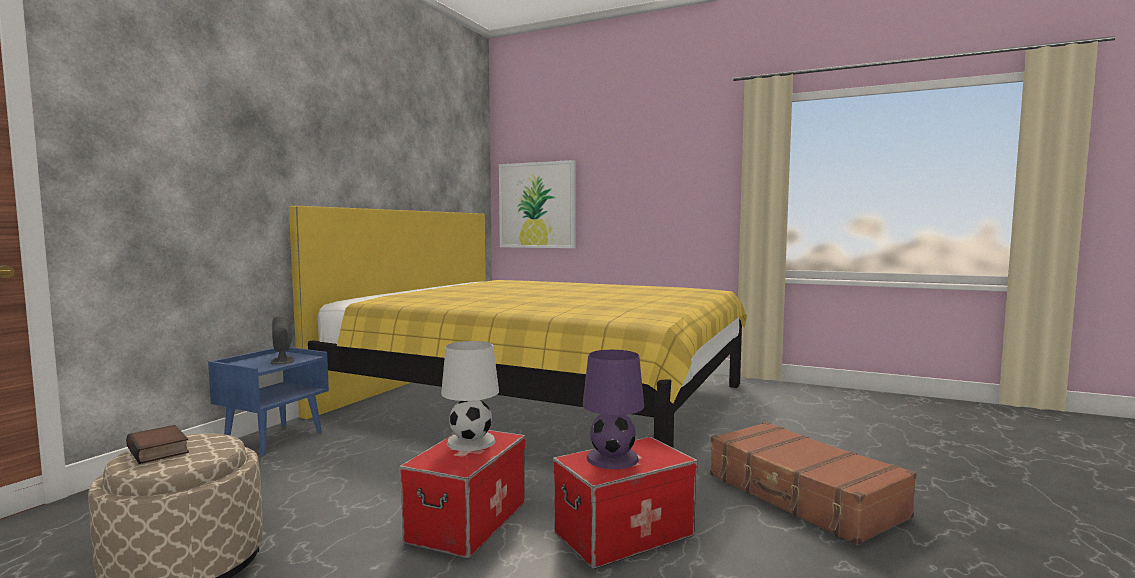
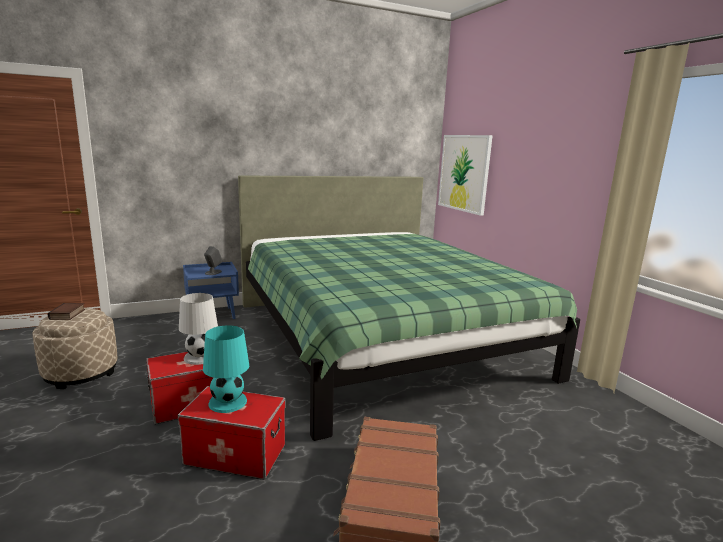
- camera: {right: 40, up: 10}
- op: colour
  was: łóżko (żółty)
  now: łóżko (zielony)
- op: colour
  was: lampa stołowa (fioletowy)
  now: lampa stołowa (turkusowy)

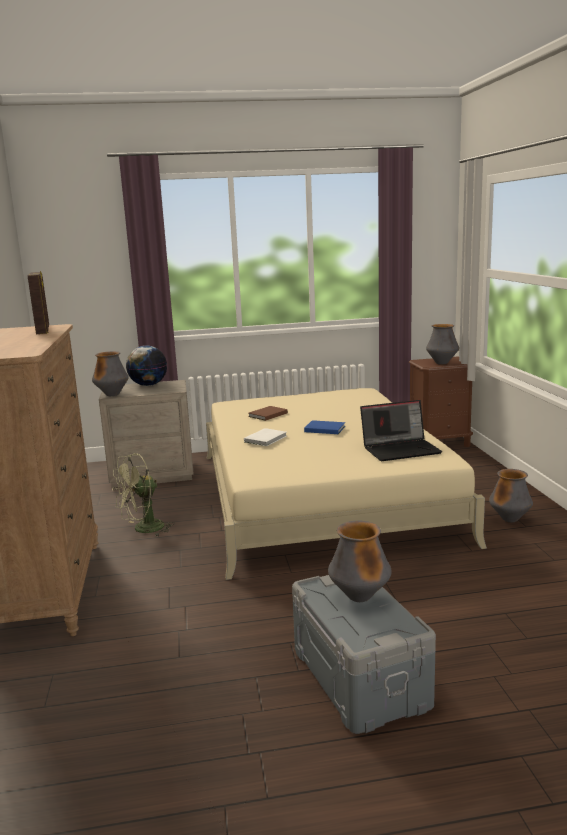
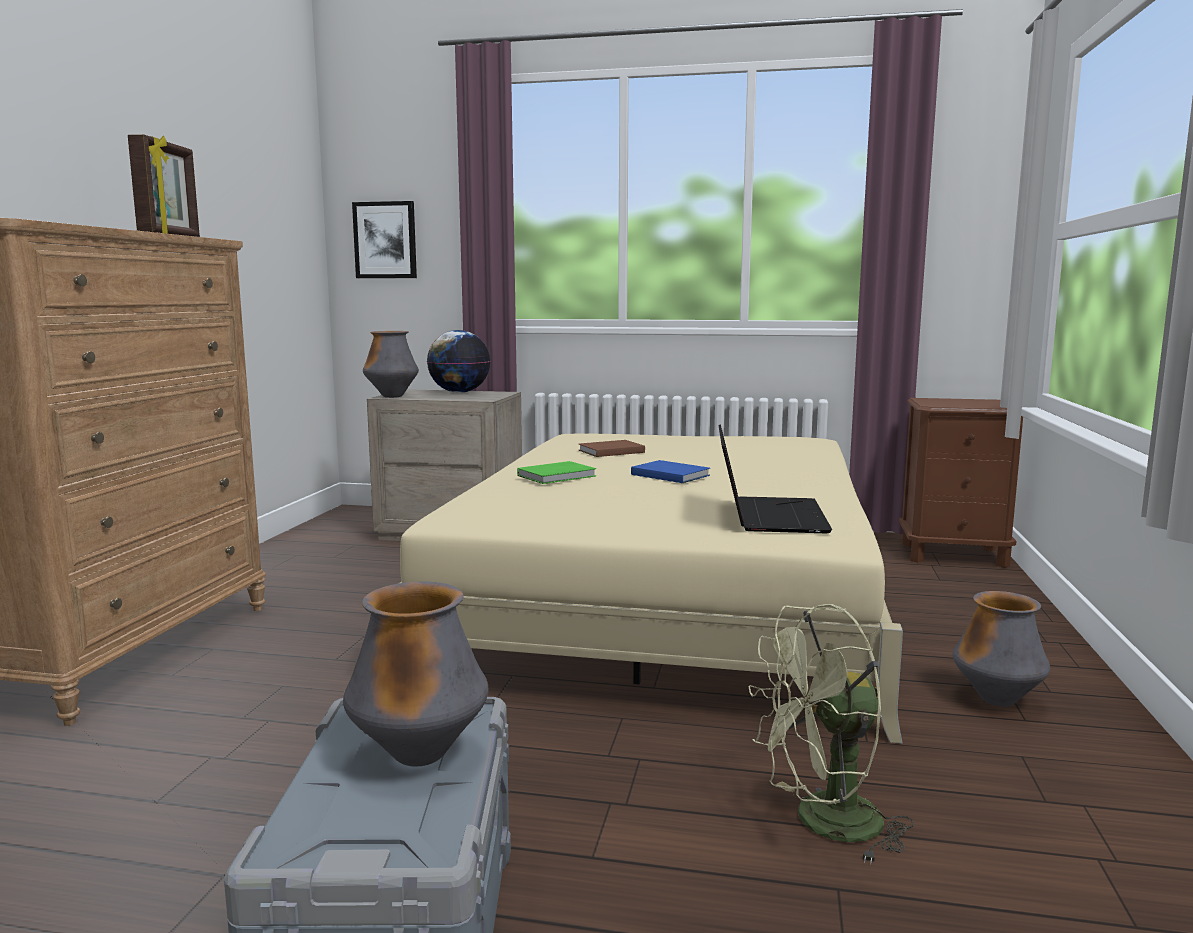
- camera: {right: 20, up: -5}
- op: relocated
  was: wentylator (zielony)
- op: colour
  was: książka (biały)
  now: książka (zielony)
- op: spun
  was: laptop
  clockwise: -90
- op: missing
  was: wazon (no. 3 from left)
- op: appeared
  now: obraz

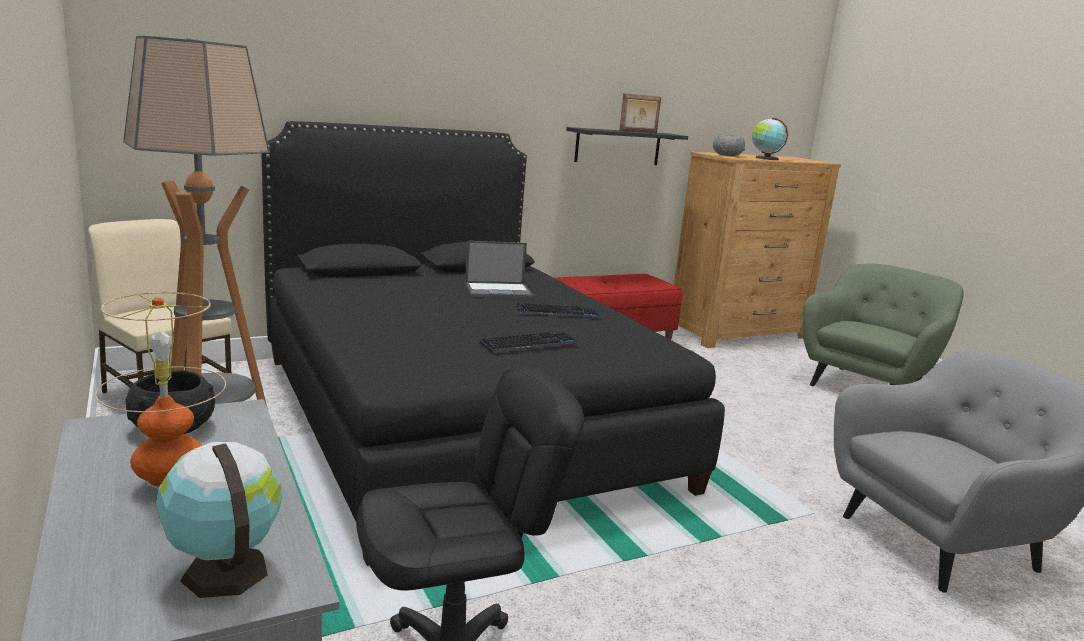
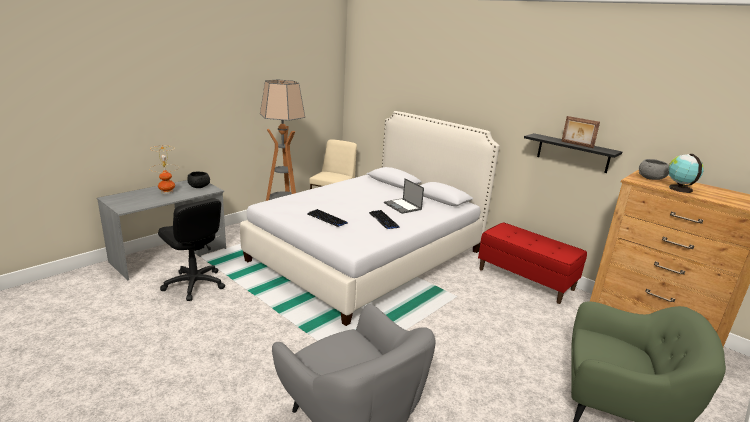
- camera: {right: 70, up: 5}
- op: missing
  was: globus (no. 1 from left)
- op: colour
  was: łóżko (czarny)
  now: łóżko (biały)

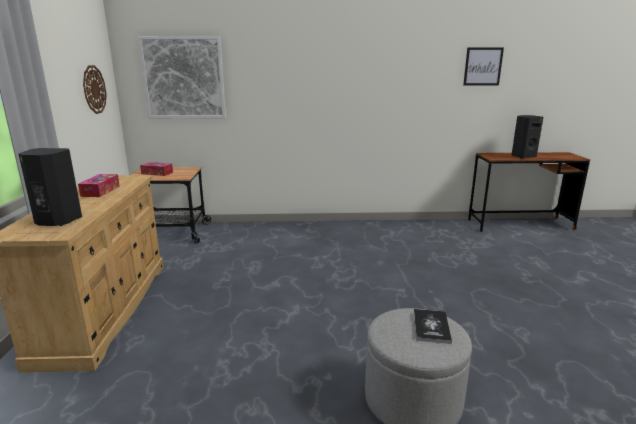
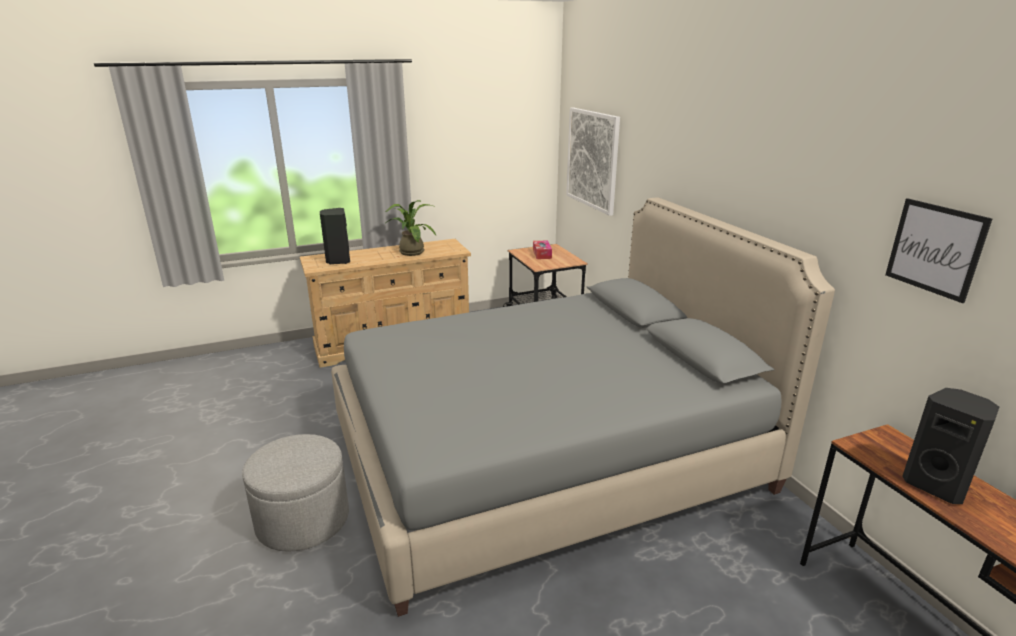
- camera: {right: 70, up: 5}
- op: exchanged
  was: pudełko chusteczek (no. 1 from left)
  now: roślina doniczkowa
- op: missing
  was: zegar ścienny
- op: missing
  was: książka
- op: appeared
  now: łóżko (szary)

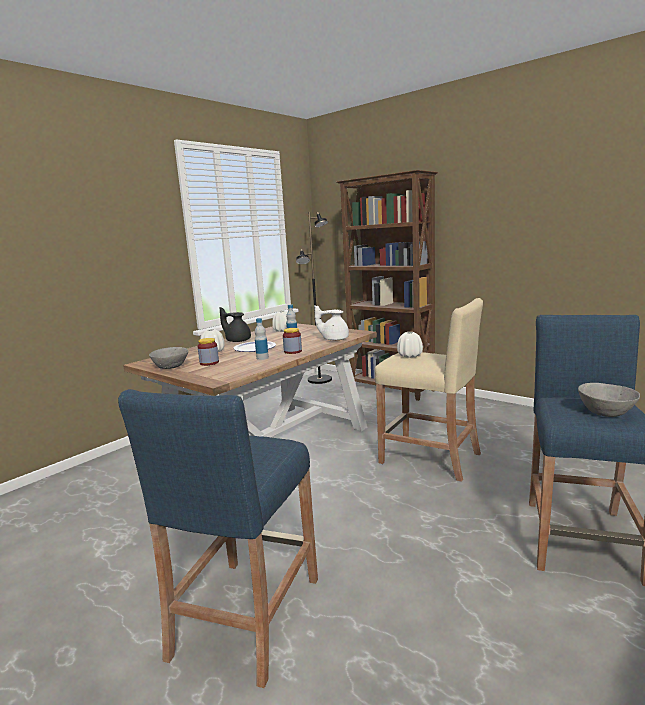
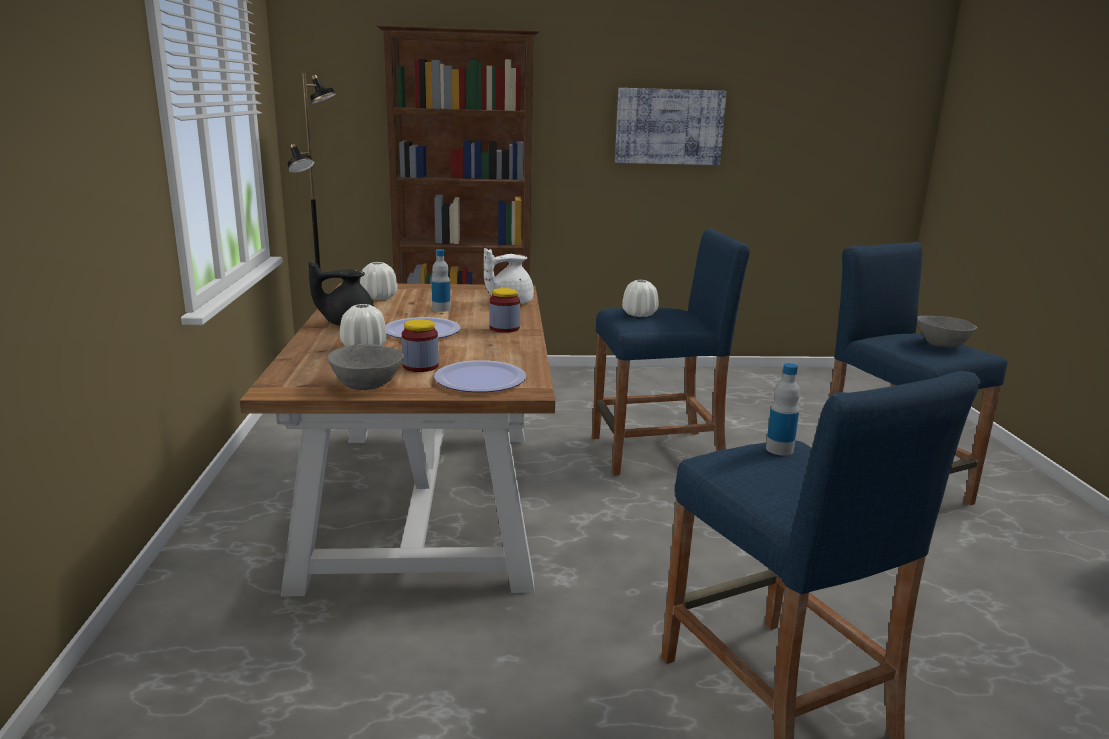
- camera: {right: -45, up: 5}
- op: relocated
  was: butelka (no. 1 from left in the first image)
  now: butelka (no. 2 from left)
- op: colour
  was: stołek (beżowy)
  now: stołek (niebieski) (no. 1 from left)
- op: appeared
  now: talerz (no. 2 from left)
- op: appeared
  now: obraz

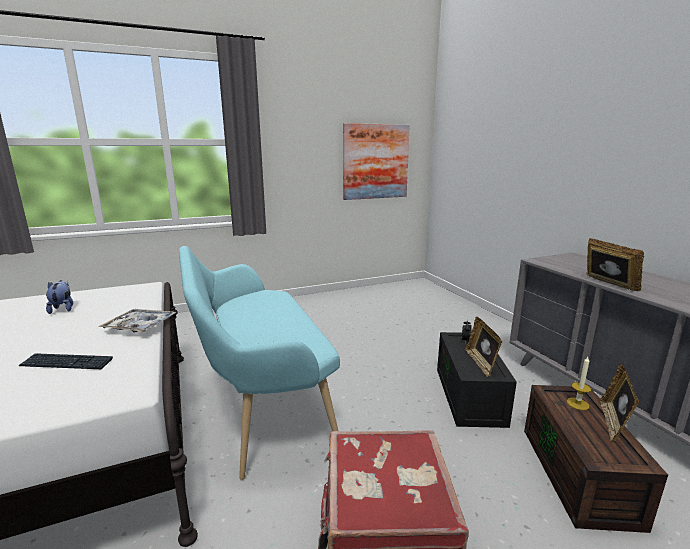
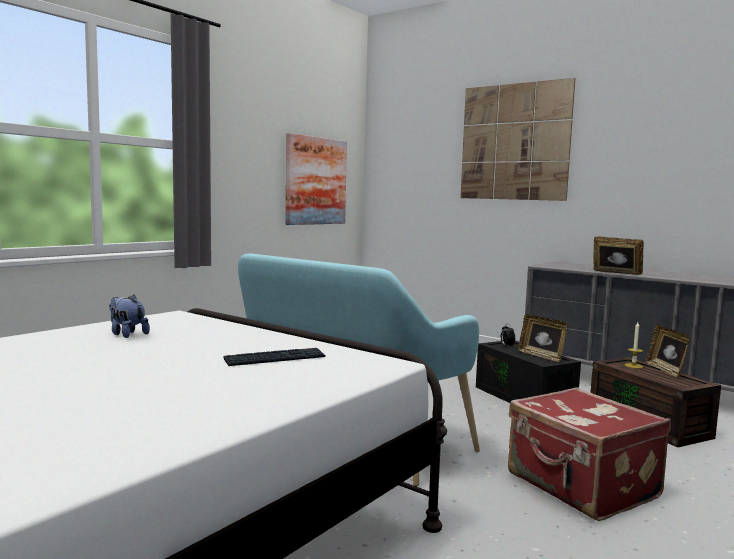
- camera: {right: -30, up: -10}
- op: missing
  was: taca
- op: appeared
  now: obraz (no. 2 from left)

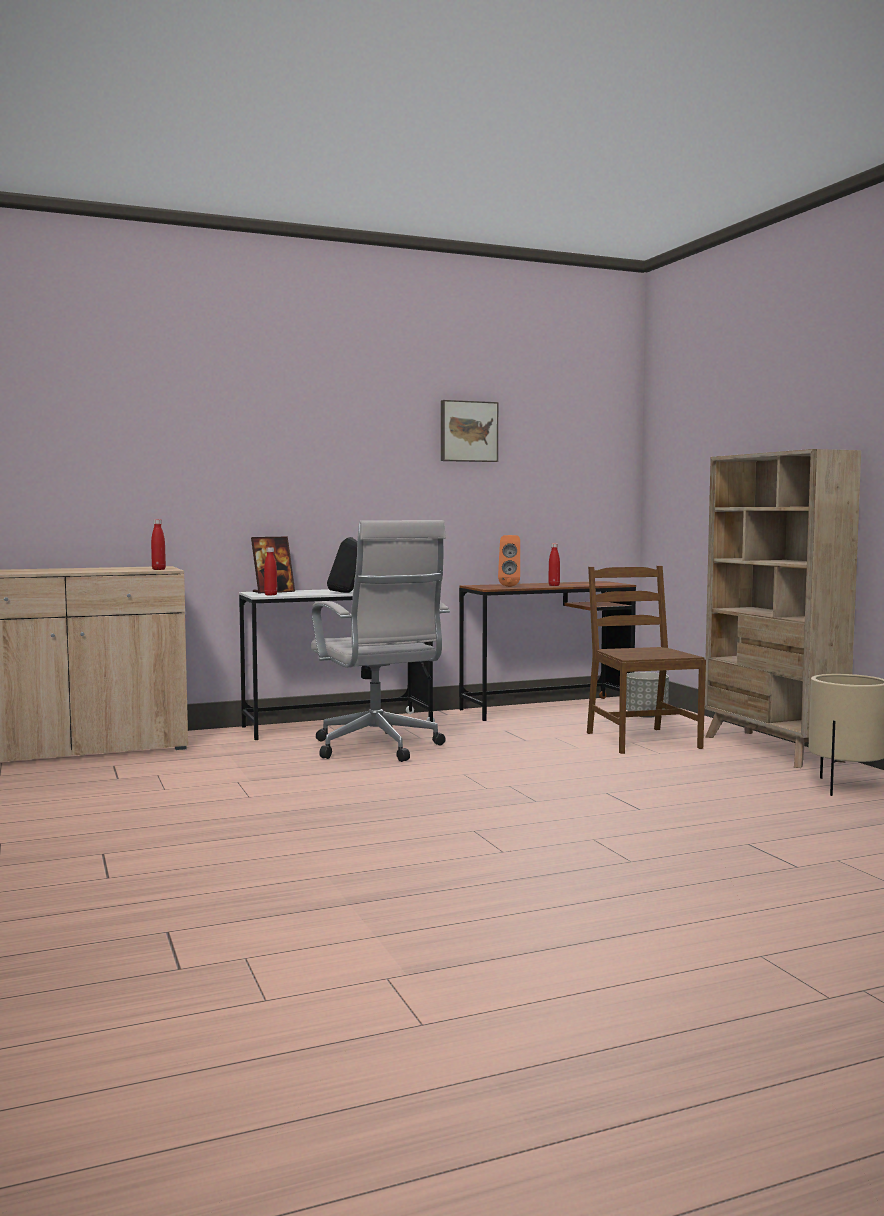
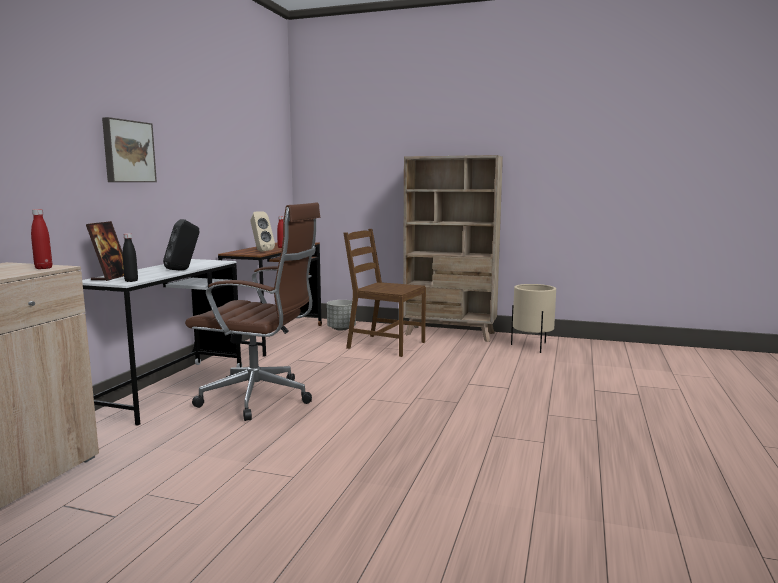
- camera: {right: -50, up: 5}
- op: colour
  was: butelka (czerwony) (no. 2 from left)
  now: butelka (czarny)
- op: colour
  was: krzesło biurowe (biały)
  now: krzesło biurowe (brązowy)
- op: relocated
  was: obraz
- op: colour
  was: głośnik (pomarańczowy)
  now: głośnik (beżowy)

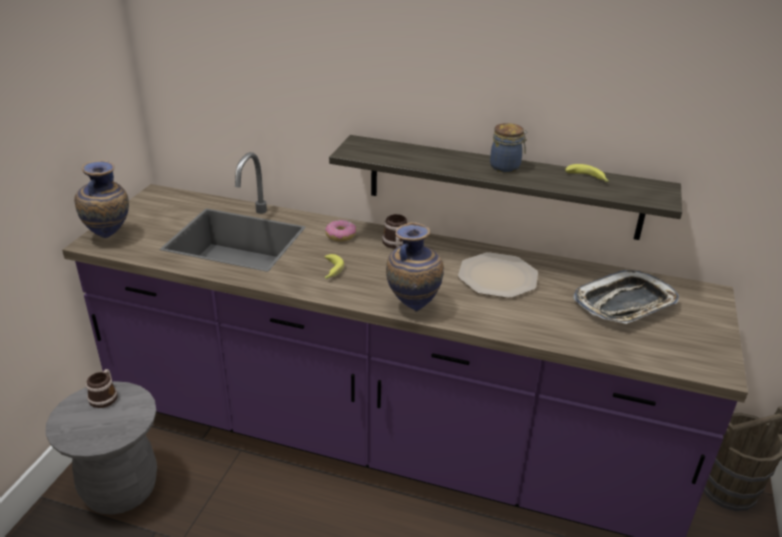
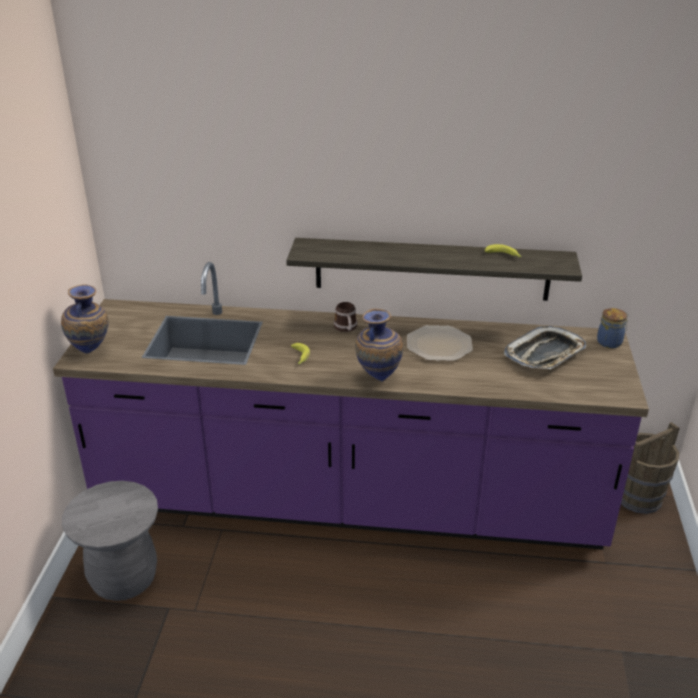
- camera: {right: -10, up: 0}
- op: missing
  was: kubek (no. 1 from left)
- op: missing
  was: donut
- op: relocated
  was: słoik

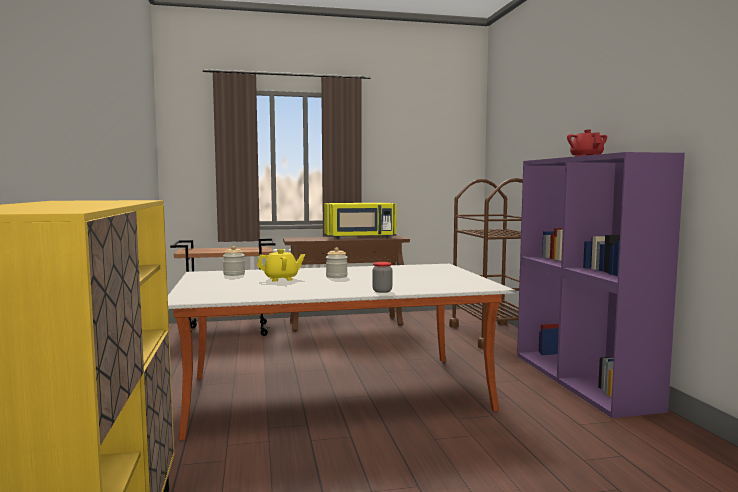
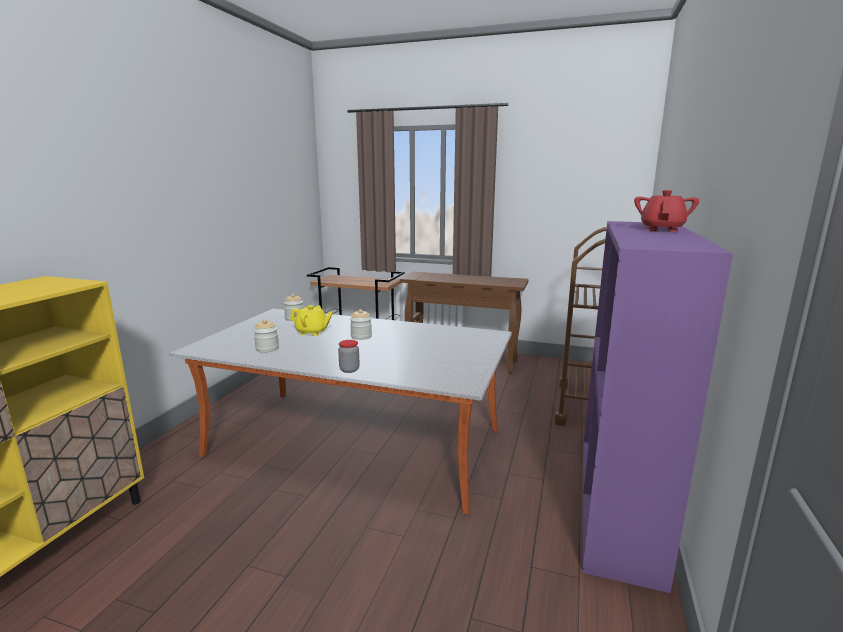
- camera: {right: 30, up: 10}
- op: missing
  was: mikrofalówka (żółty)
- op: appeared
  now: słoik (no. 1 from left)

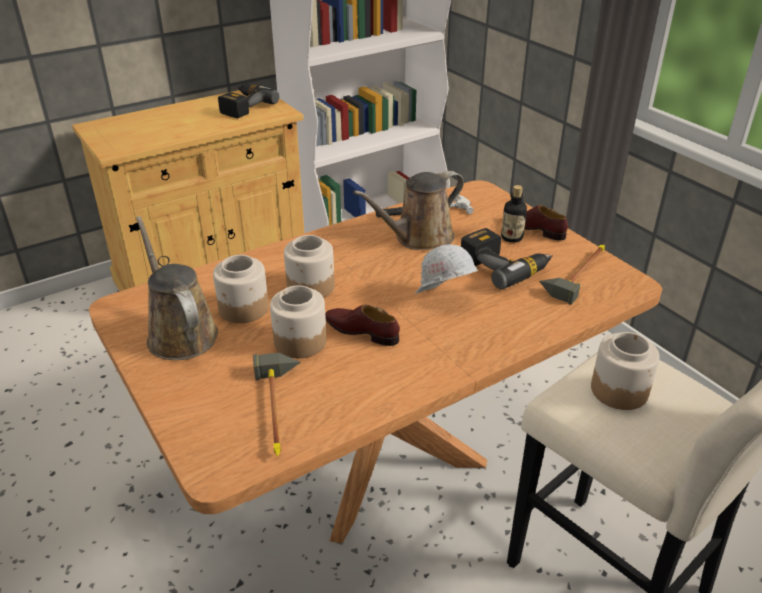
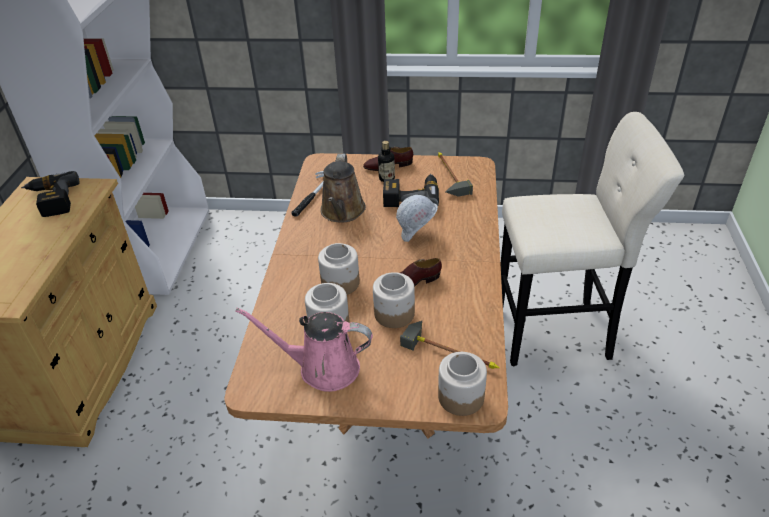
- camera: {right: -50, up: 5}
- op: colour
  was: konewka (brązowy) (no. 1 from left)
  now: konewka (różowy)
- op: relocated
  was: słoik (no. 4 from left)

